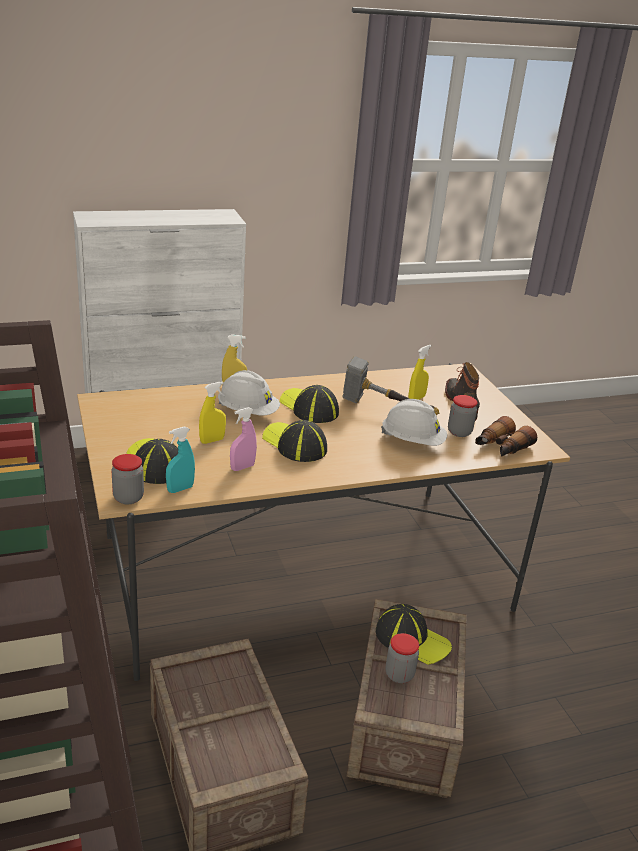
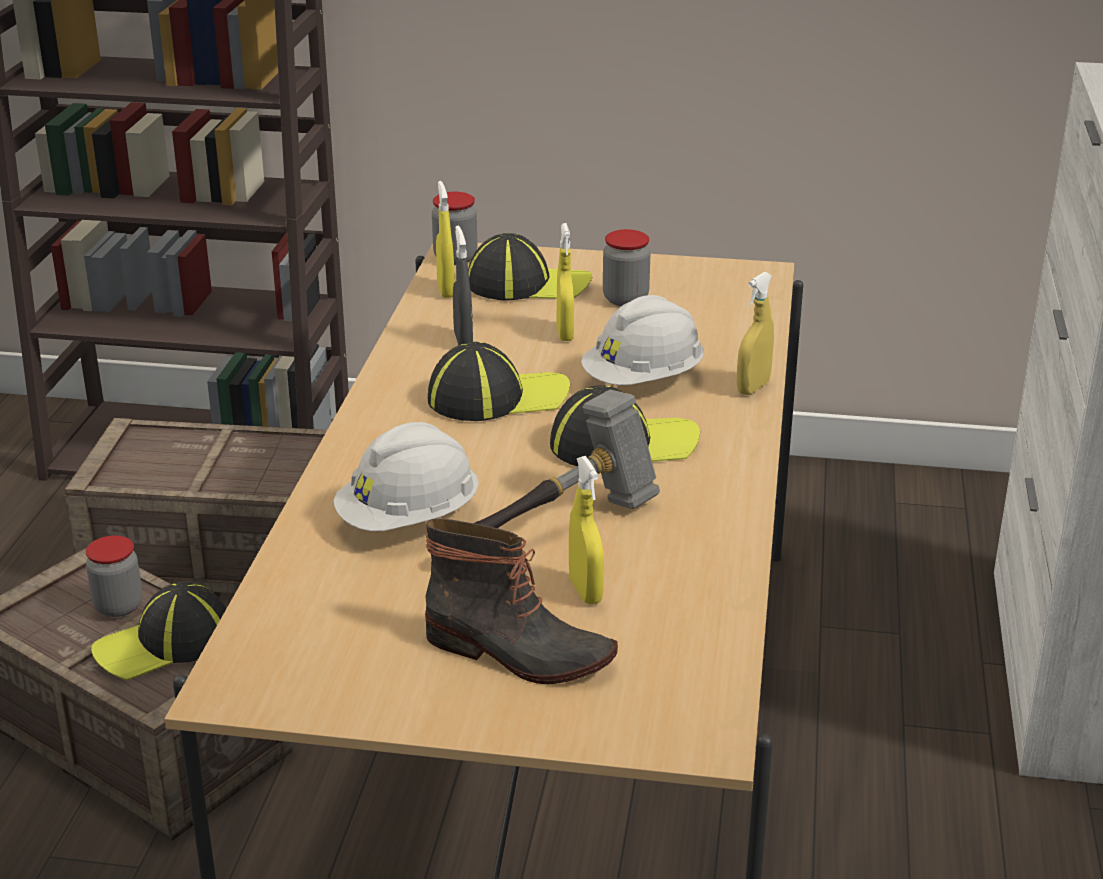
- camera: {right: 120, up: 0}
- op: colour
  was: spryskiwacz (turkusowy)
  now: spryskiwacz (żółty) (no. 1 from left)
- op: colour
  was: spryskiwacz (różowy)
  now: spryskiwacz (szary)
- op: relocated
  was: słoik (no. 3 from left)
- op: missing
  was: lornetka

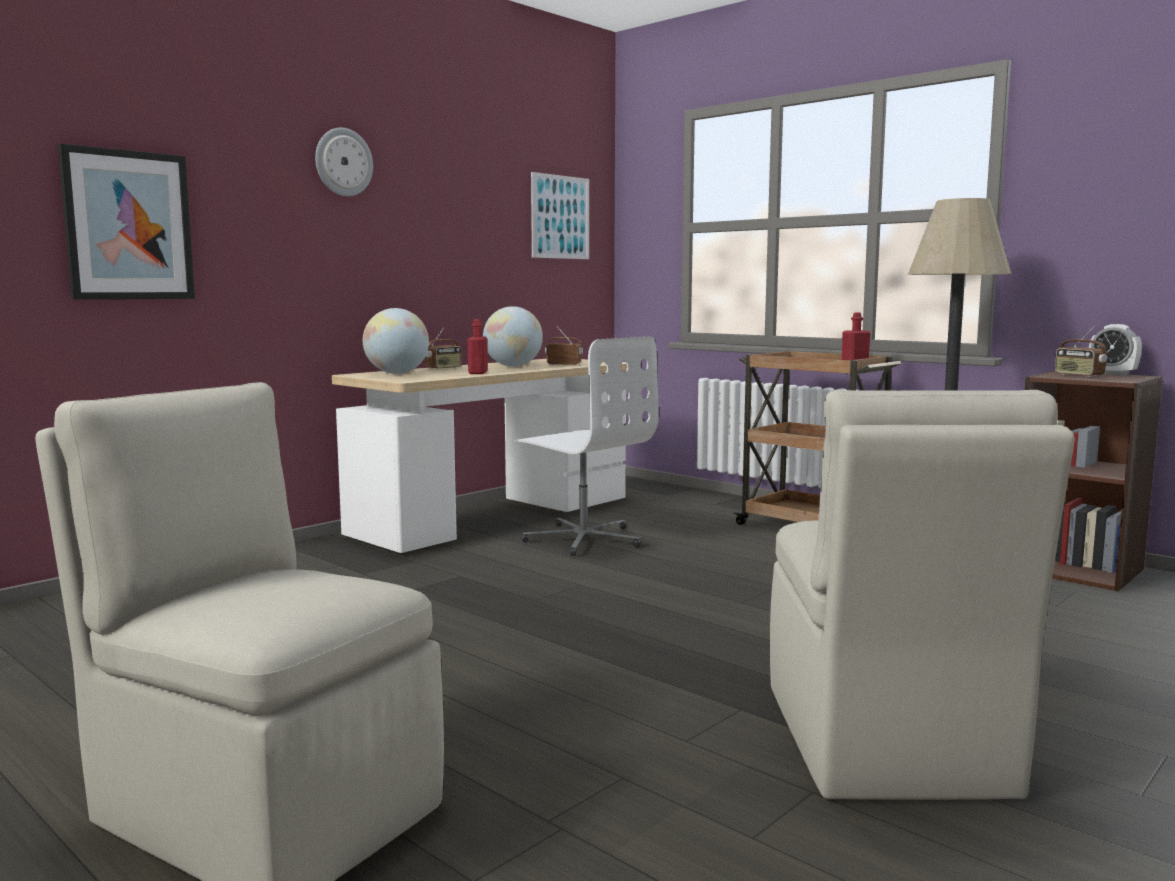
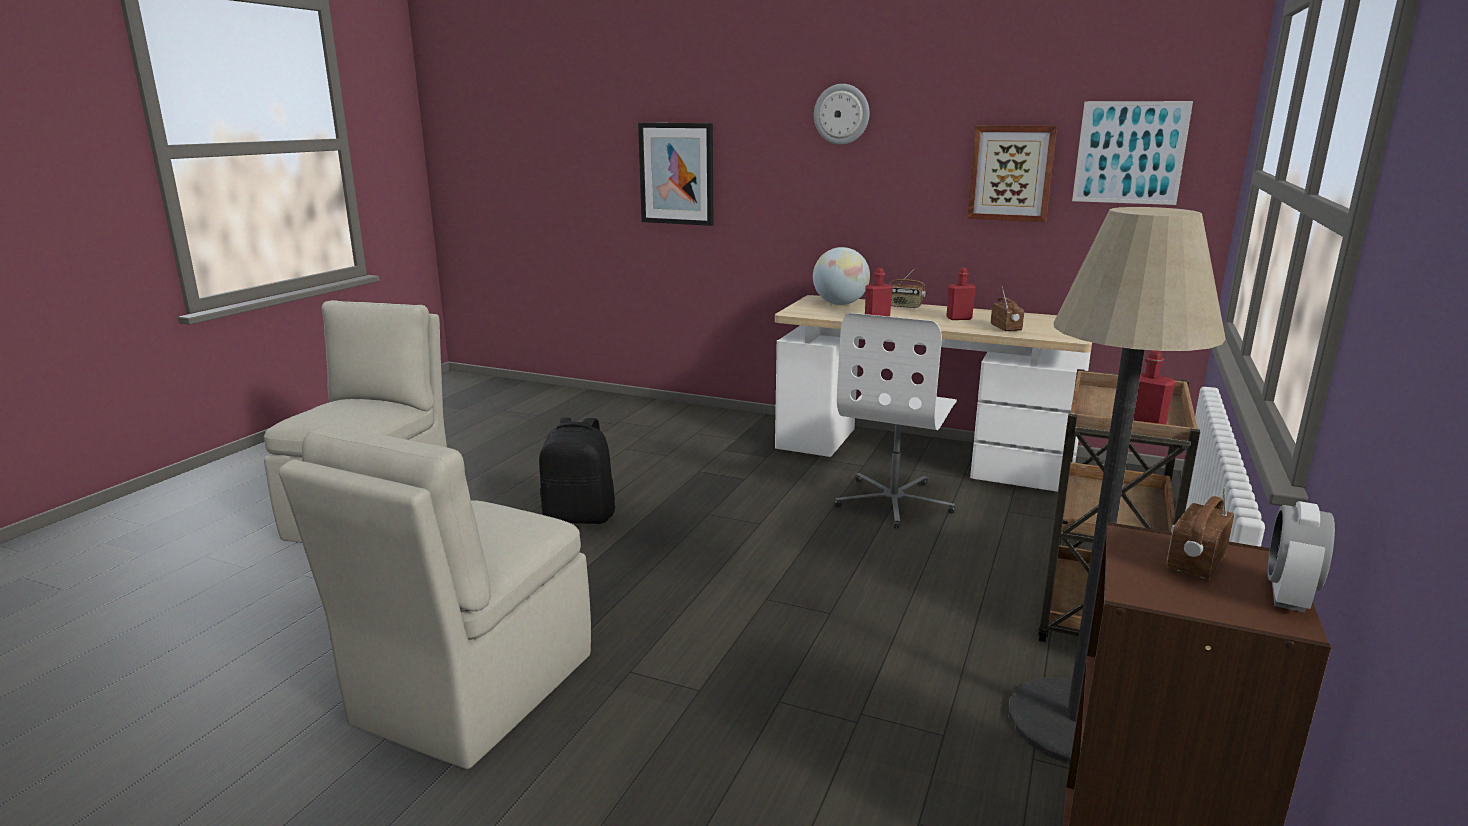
- camera: {right: 70, up: 10}
- op: exchanged
  was: globus (no. 2 from left)
  now: butelka (czerwony) (no. 2 from left)
- op: spun
  was: krzesło (beżowy) (no. 2 from left)
  clockwise: -45
- op: appeared
  now: plecak (czarny)
- op: appeared
  now: obraz (no. 2 from left)

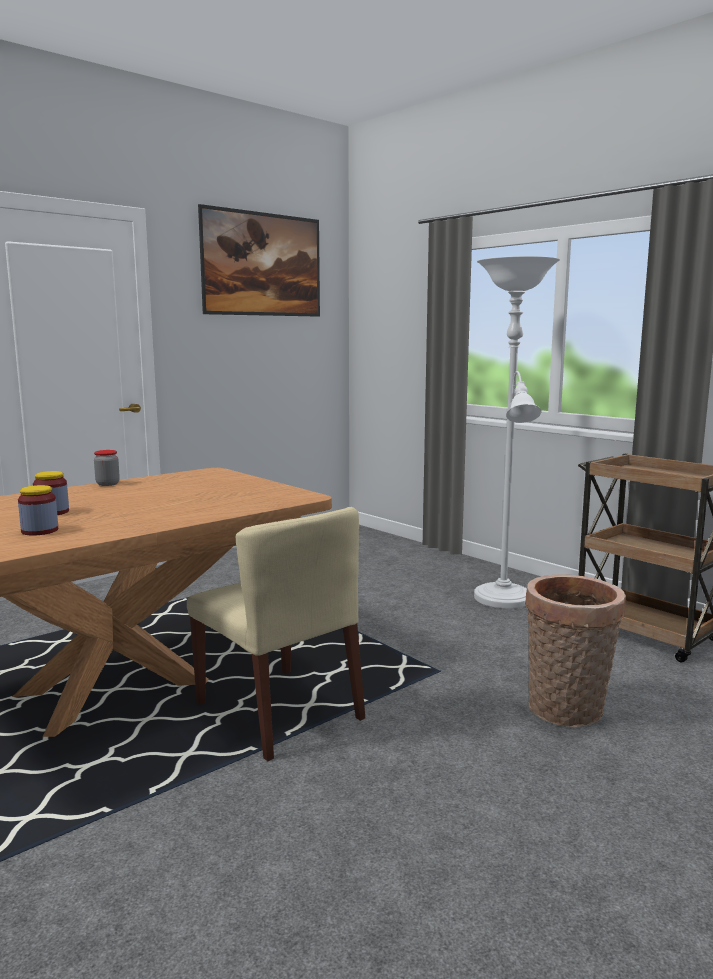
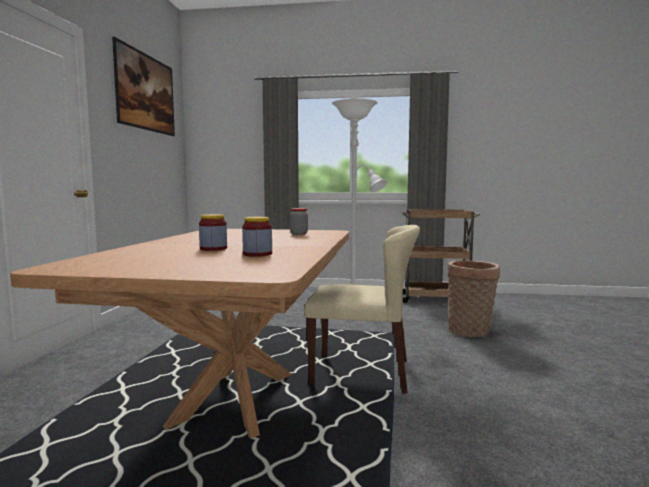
- camera: {right: -40, up: -5}
- op: relocated
  was: słoik (no. 3 from left)

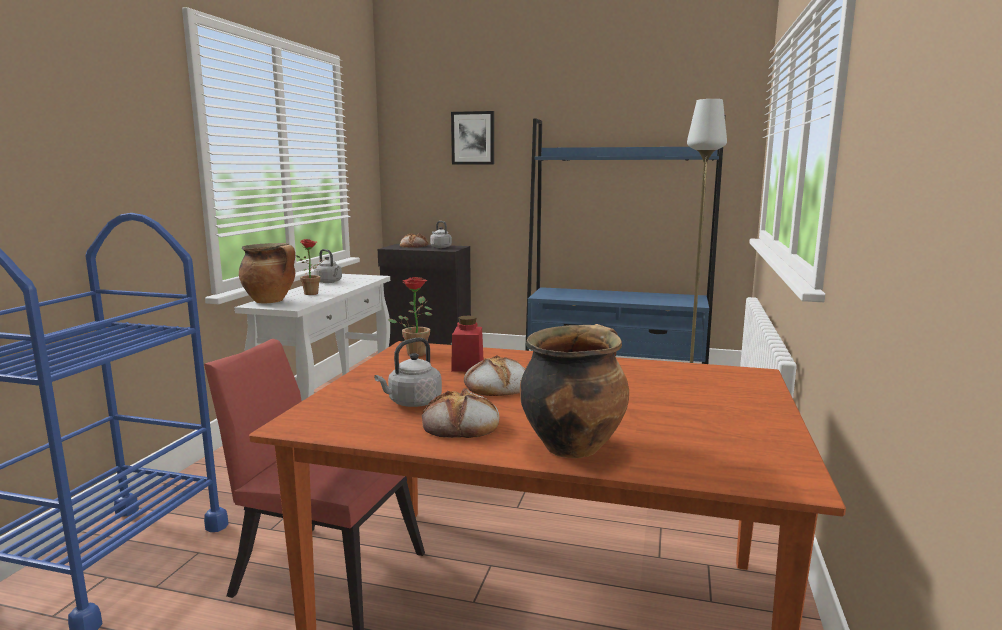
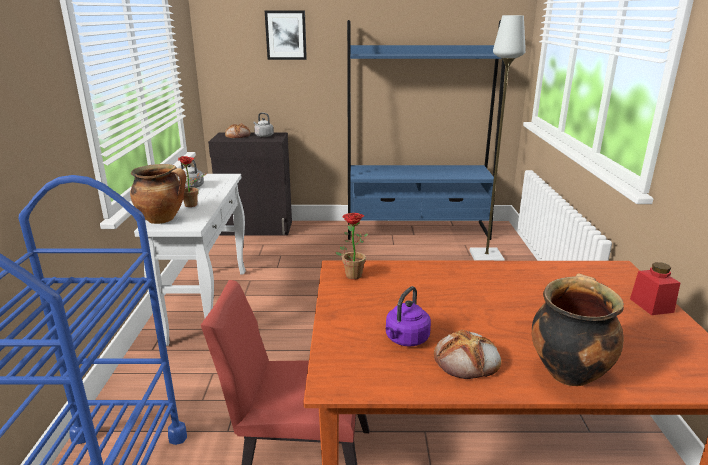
- camera: {right: -15, up: 10}
- op: colour
  was: czajnik (szary) (no. 2 from left)
  now: czajnik (fioletowy)
- op: relocated
  was: słoik (czerwony)
- op: missing
  was: chleb (no. 3 from left)

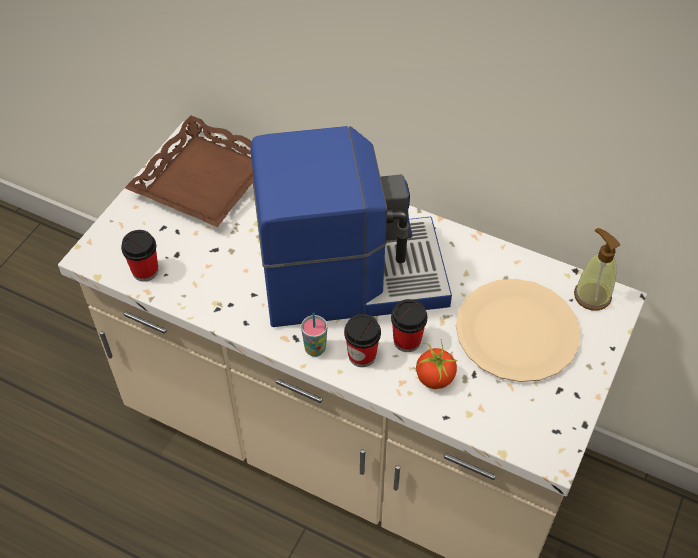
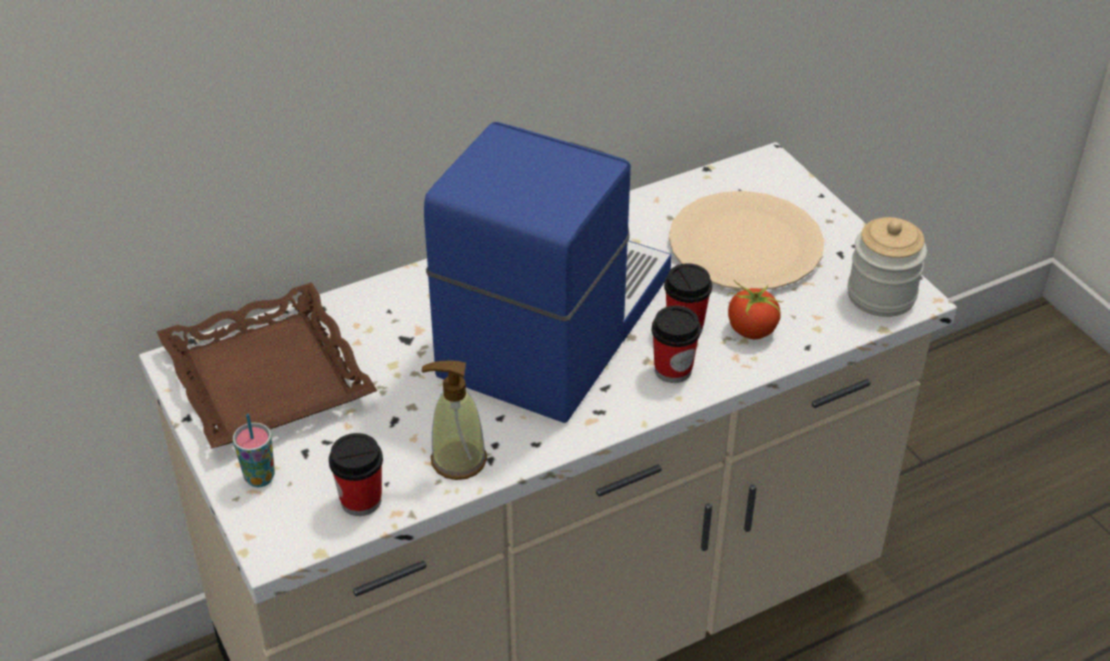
- camera: {right: -55, up: -10}
- op: relocated
  was: filiżanka (no. 2 from left in the first image)
  now: filiżanka (no. 1 from left)
- op: relocated
  was: dozownik mydła
- op: appeared
  now: słoik

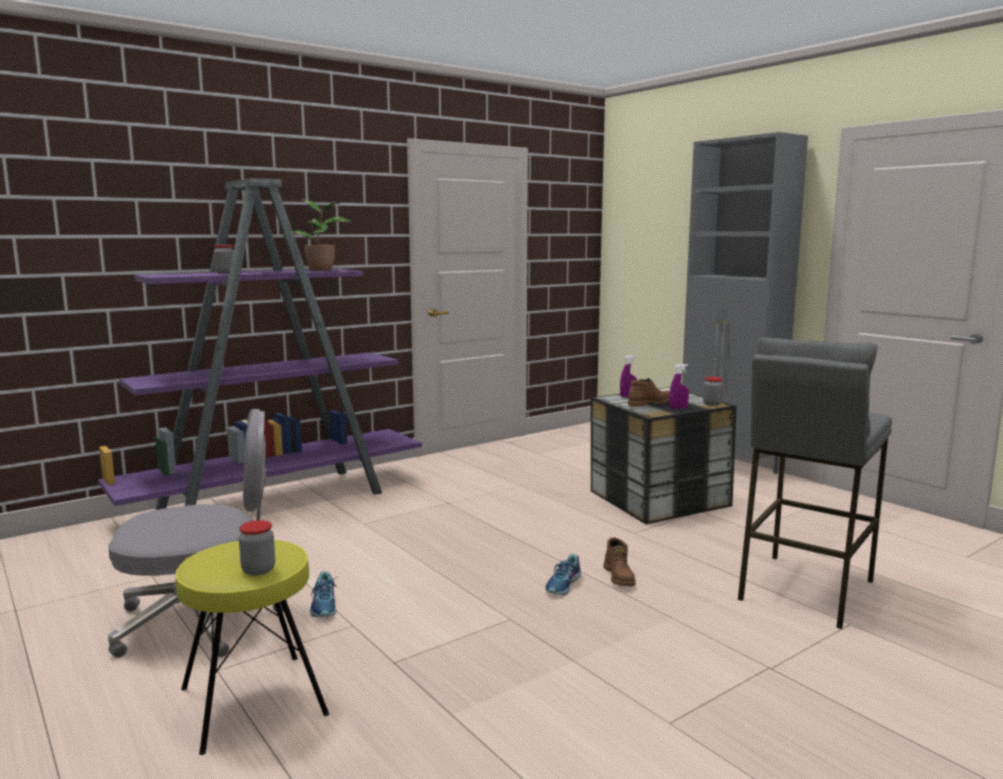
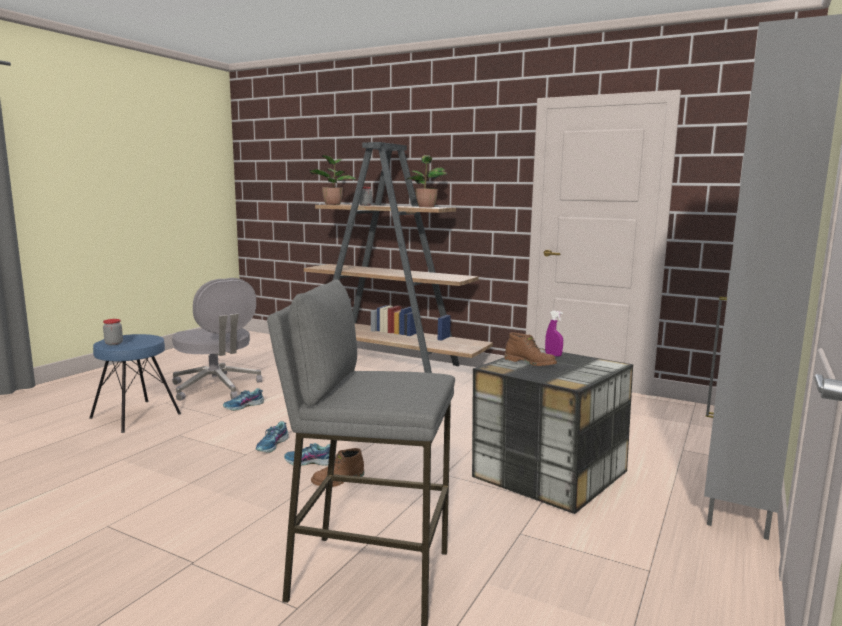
- camera: {right: 65, up: 0}
- op: colour
  was: regał (fioletowy)
  now: regał (brązowy)
- op: colour
  was: stołek (żółty)
  now: stołek (niebieski)
- op: missing
  was: spryskiwacz (fioletowy) (no. 2 from left)
- op: missing
  was: słoik (no. 3 from left)
- op: appeared
  now: but (no. 2 from left)
- op: appeared
  now: roślina doniczkowa (no. 1 from left)

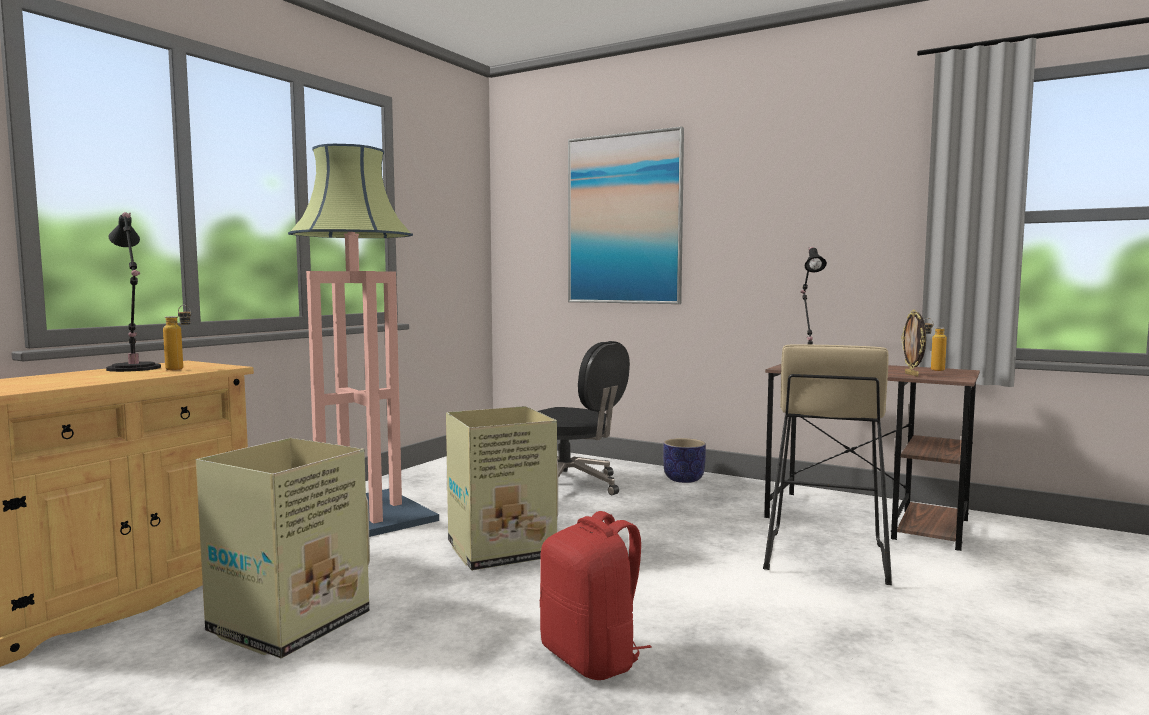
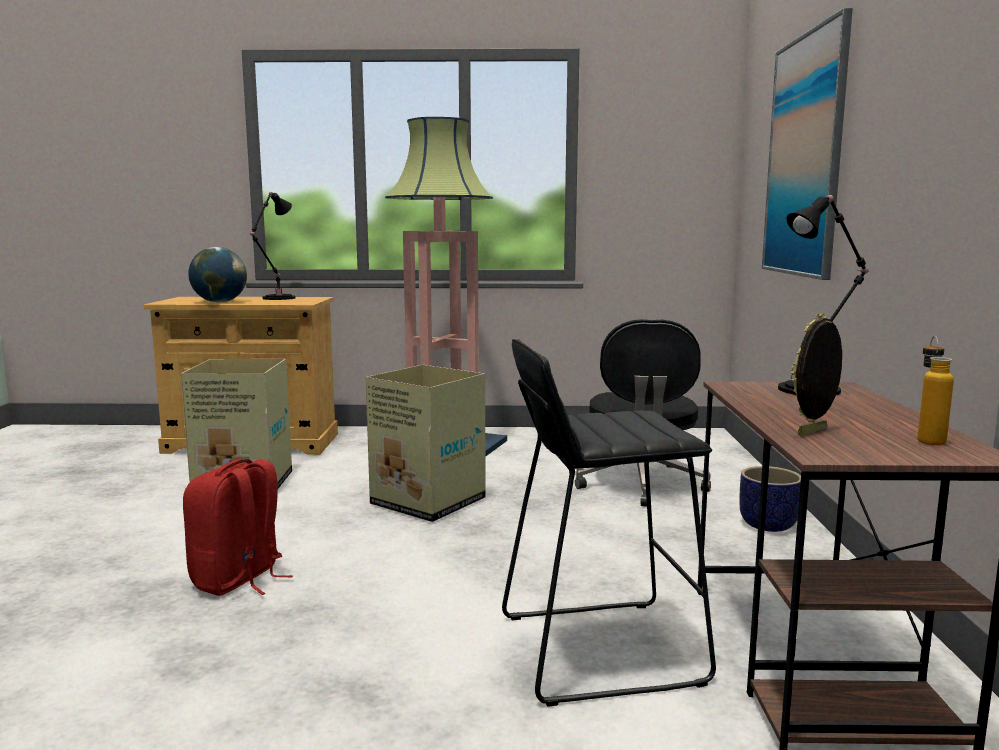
- camera: {right: 60, up: 5}
- op: missing
  was: butelka (no. 1 from left)
- op: colour
  was: stołek (beżowy)
  now: stołek (czarny)
- op: appeared
  now: globus

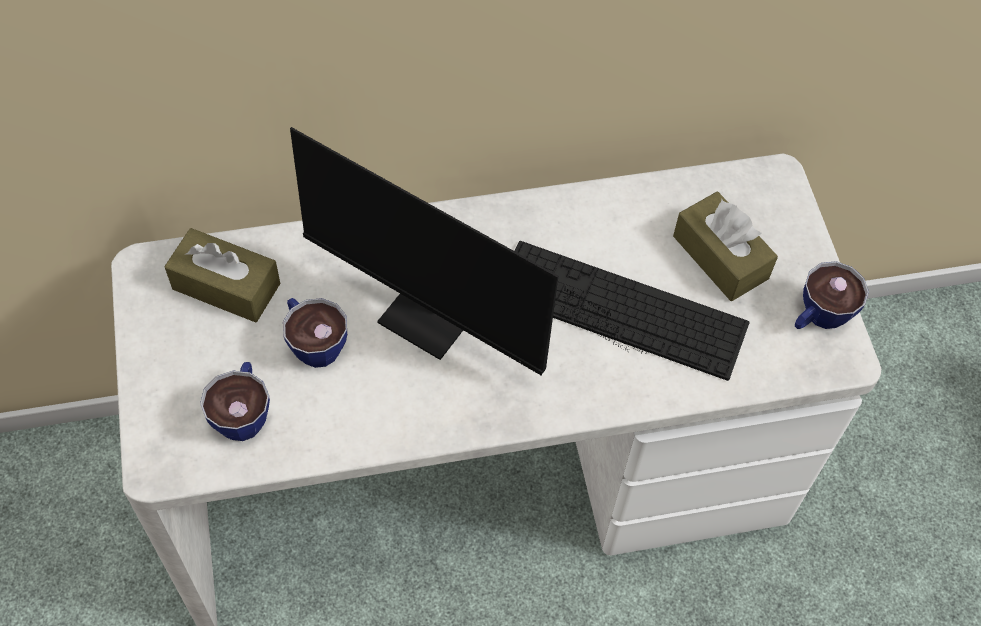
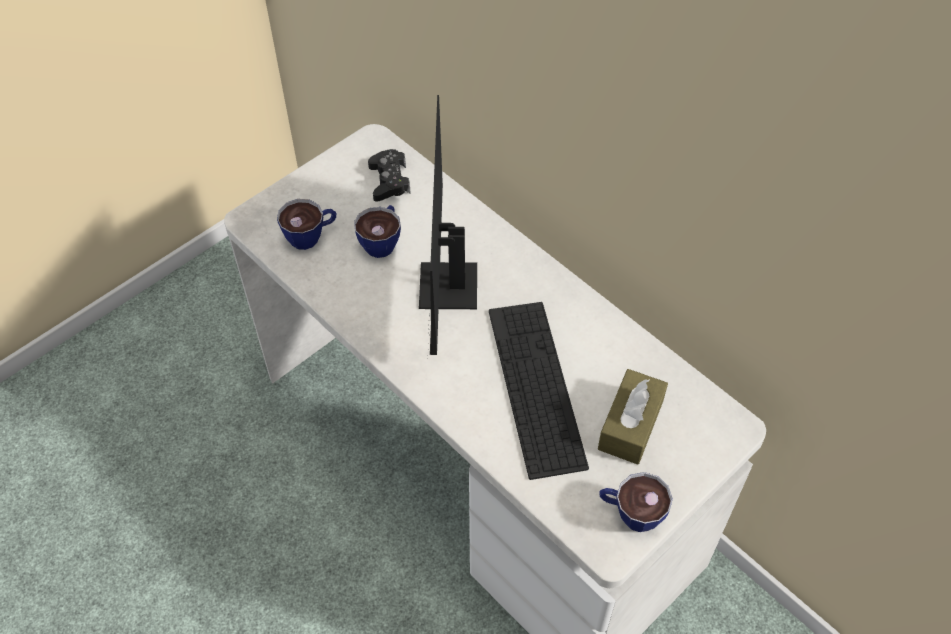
- camera: {right: 60, up: -5}
- op: exchanged
  was: pudełko chusteczek (brązowy) (no. 1 from left)
  now: pad do gier (czarny)

